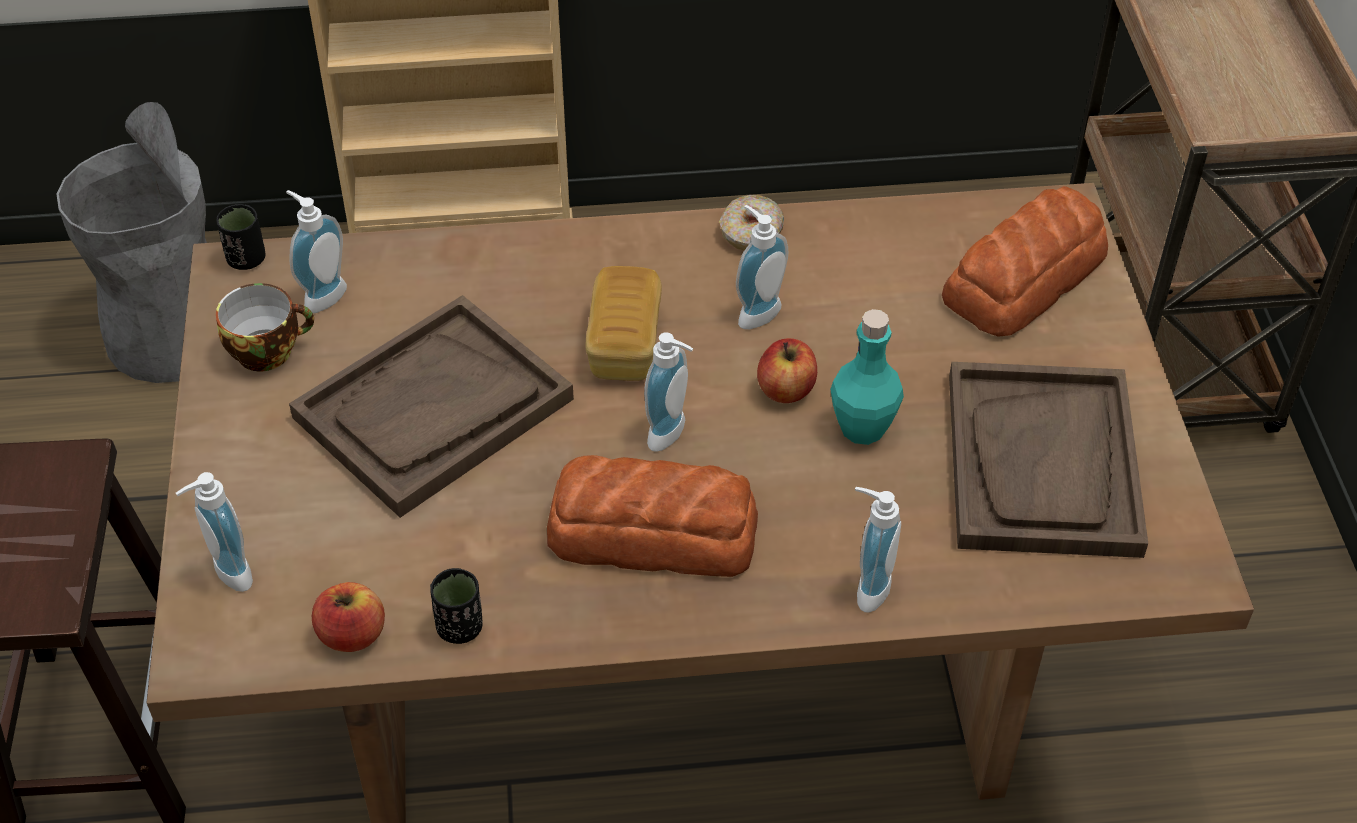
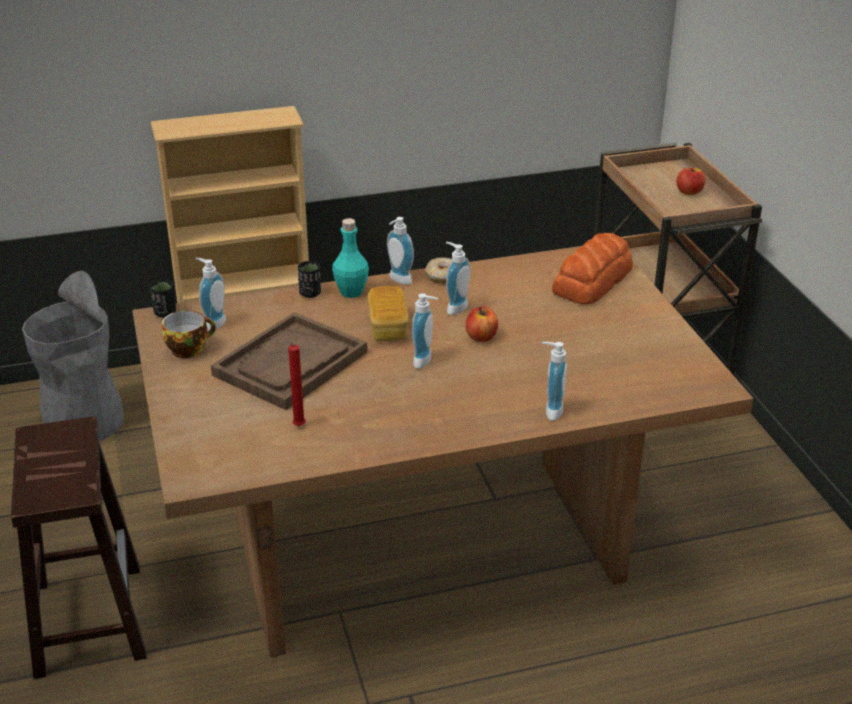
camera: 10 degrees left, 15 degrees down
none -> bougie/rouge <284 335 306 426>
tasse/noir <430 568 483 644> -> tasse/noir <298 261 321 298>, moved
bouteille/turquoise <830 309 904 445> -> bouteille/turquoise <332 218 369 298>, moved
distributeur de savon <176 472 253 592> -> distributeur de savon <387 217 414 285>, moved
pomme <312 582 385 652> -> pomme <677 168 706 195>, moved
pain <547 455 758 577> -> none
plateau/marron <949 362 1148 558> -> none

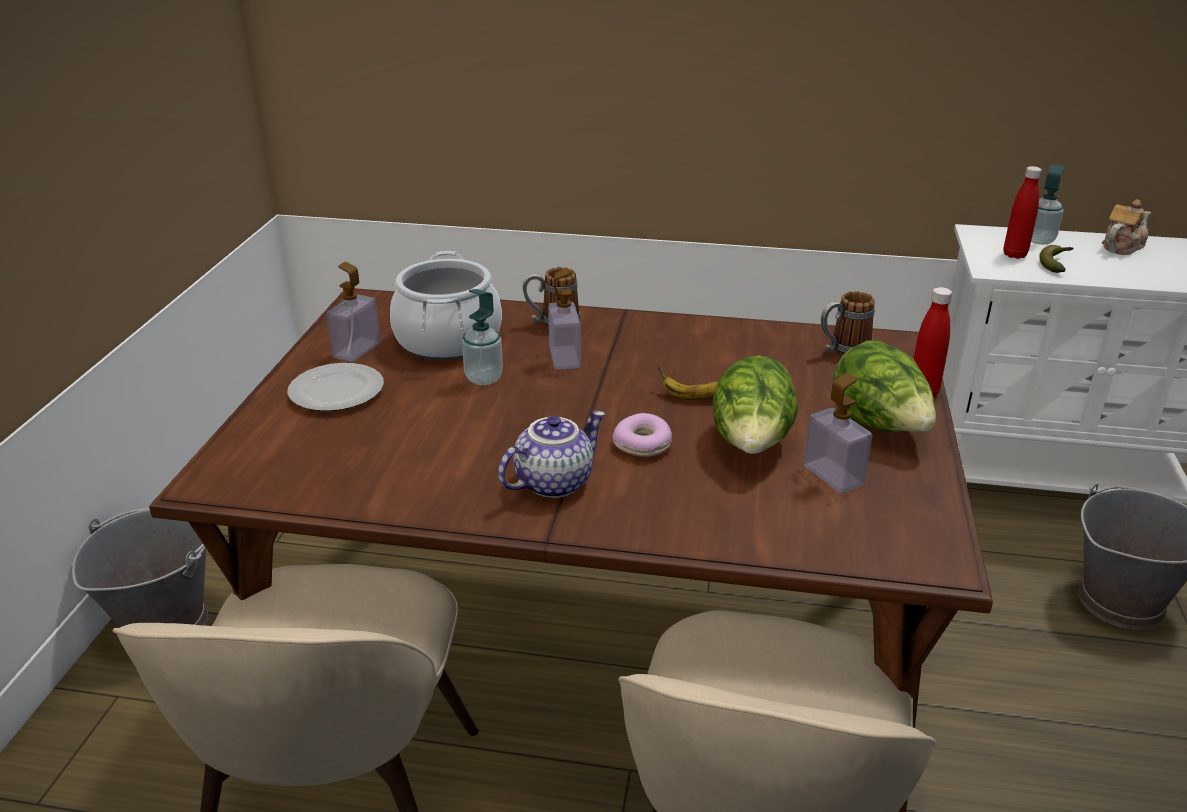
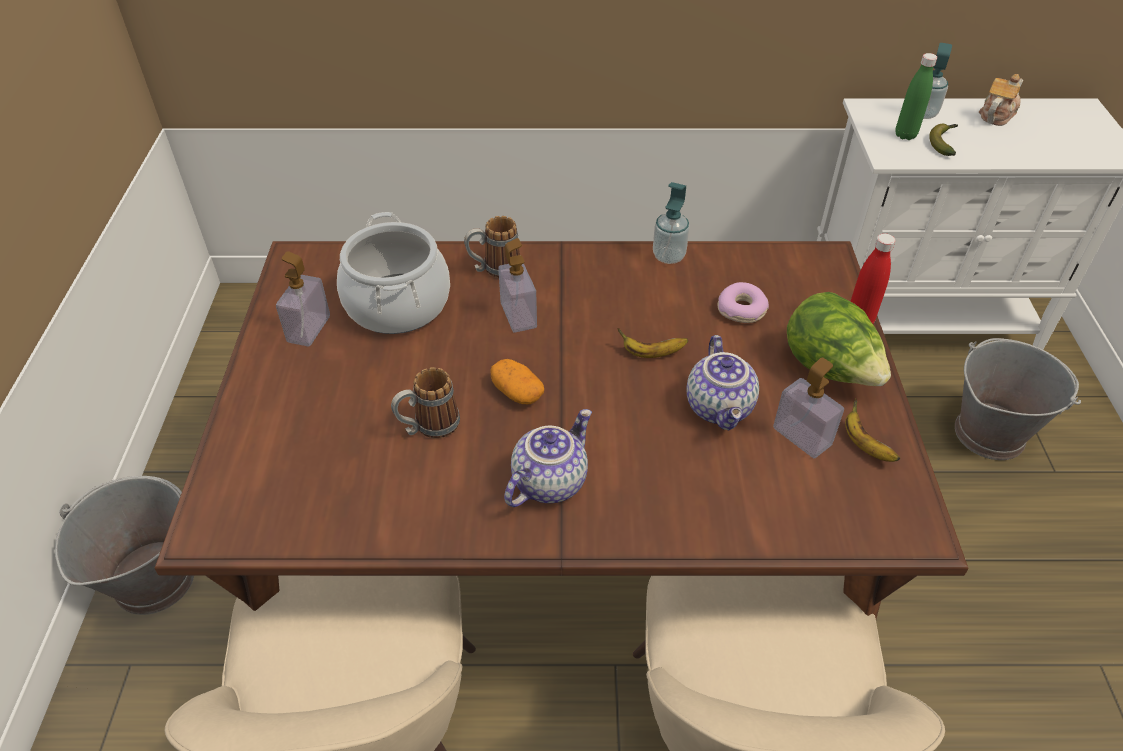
camera: 10 degrees left, 15 degrees up
mug <821 291 875 355> -> mug <391 367 460 438>, moved
none -> pomme de terre <491 359 544 404>
distributeur de savon <462 289 503 385> -> distributeur de savon <653 182 690 264>, moved
laitue <712 355 798 454> -> théière <687 335 759 430>
beignet <613 413 672 457> -> beignet <718 282 769 323>, moved
none -> banane <845 398 900 462>
bouteille/rouge <1003 166 1042 259> -> bouteille/vert <896 53 937 140>
assiette <287 363 384 411> -> none

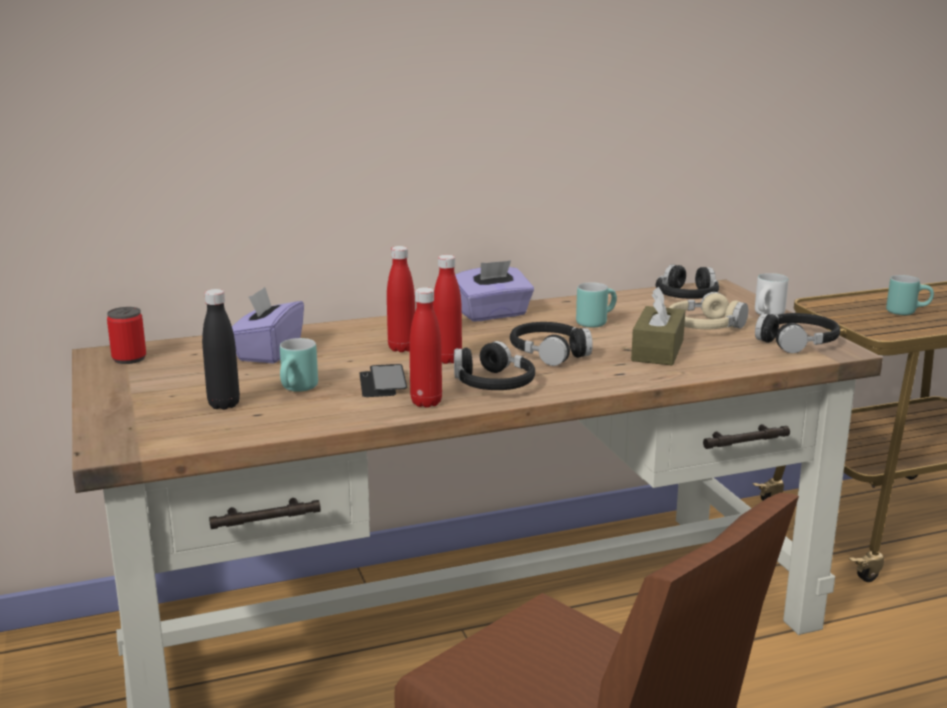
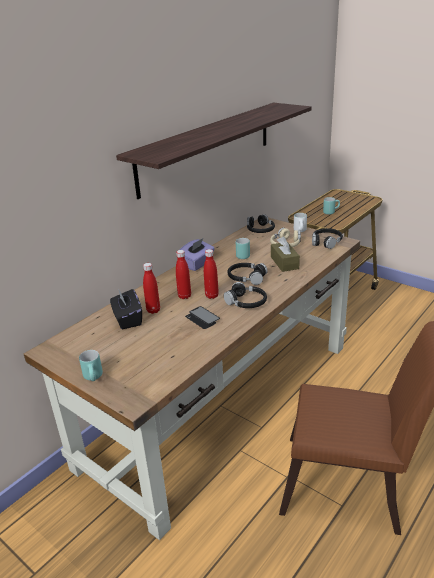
camera: 30 degrees left, 10 degrees up
mug/turquoise <280 338 318 392> -> mug/turquoise <79 350 103 381>, moved
boîte à mouchoirs/violet <232 287 304 364> -> boîte à mouchoirs/noir <110 289 142 329>
none -> étagère <116 103 312 199>
bouteille/rouge <409 287 442 408> -> bouteille/rouge <143 263 160 314>, moved
boîte métallique <107 307 146 364> -> none
bouteille/noir <202 289 240 410> -> none

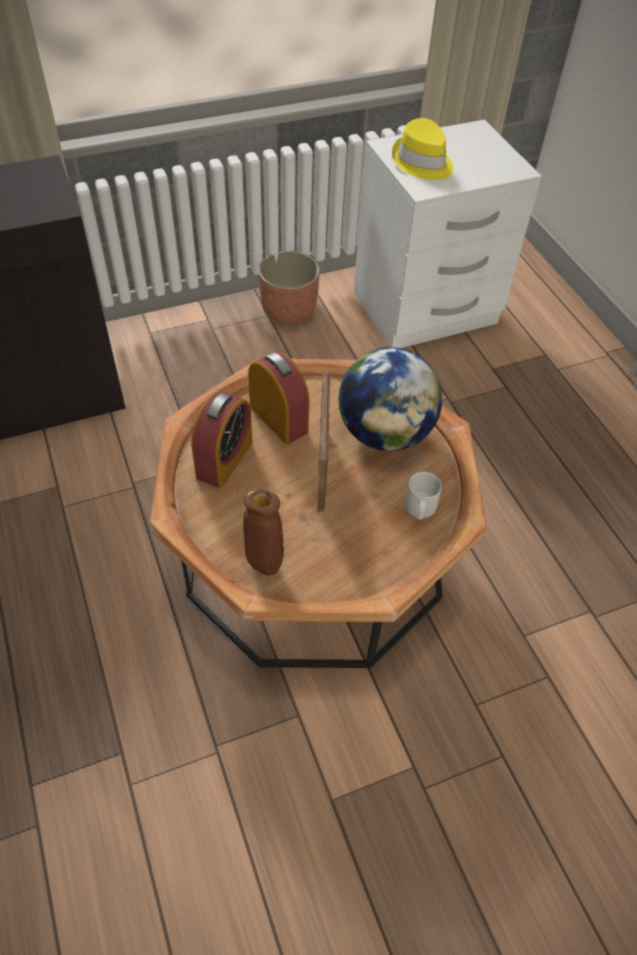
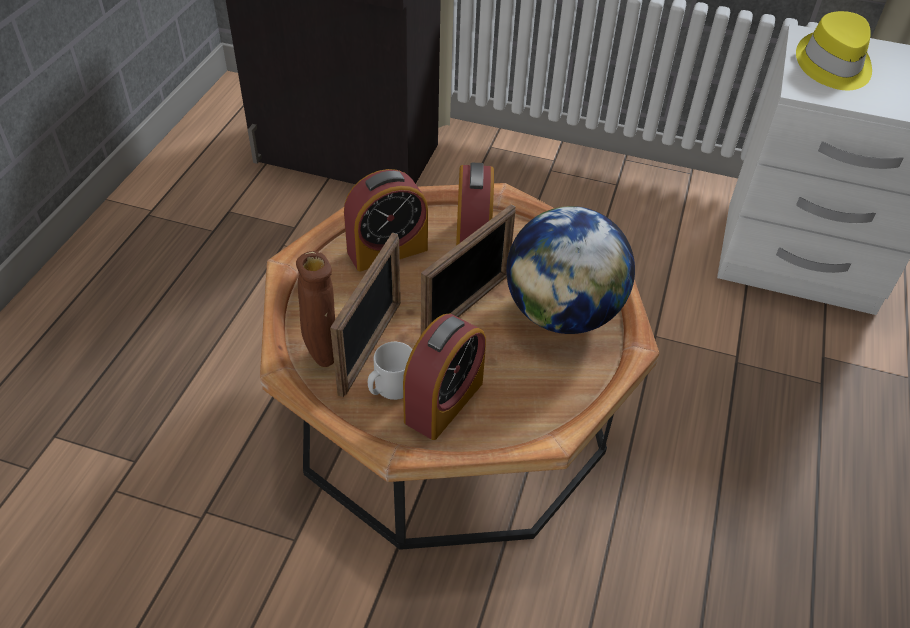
camera: 40 degrees right, 5 degrees down
none -> cadre photo <330 232 401 397>
mug/gris <405 472 442 520> -> mug/gris <368 342 412 400>, moved
none -> réveil <403 313 486 440>
cache-pot <258 251 320 325> -> none

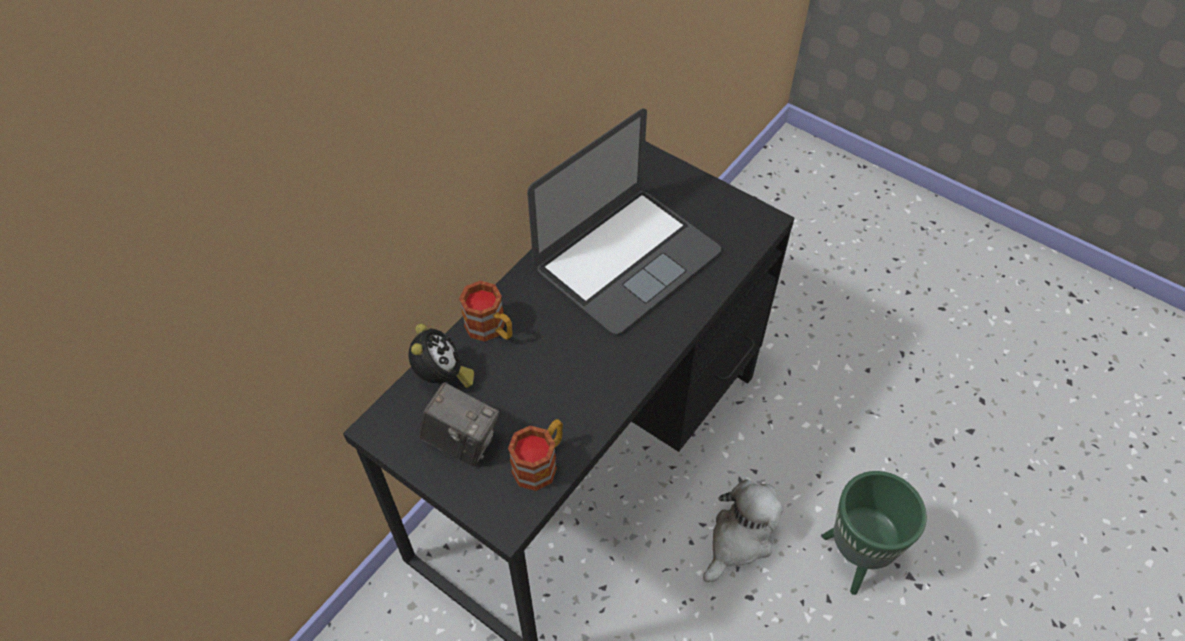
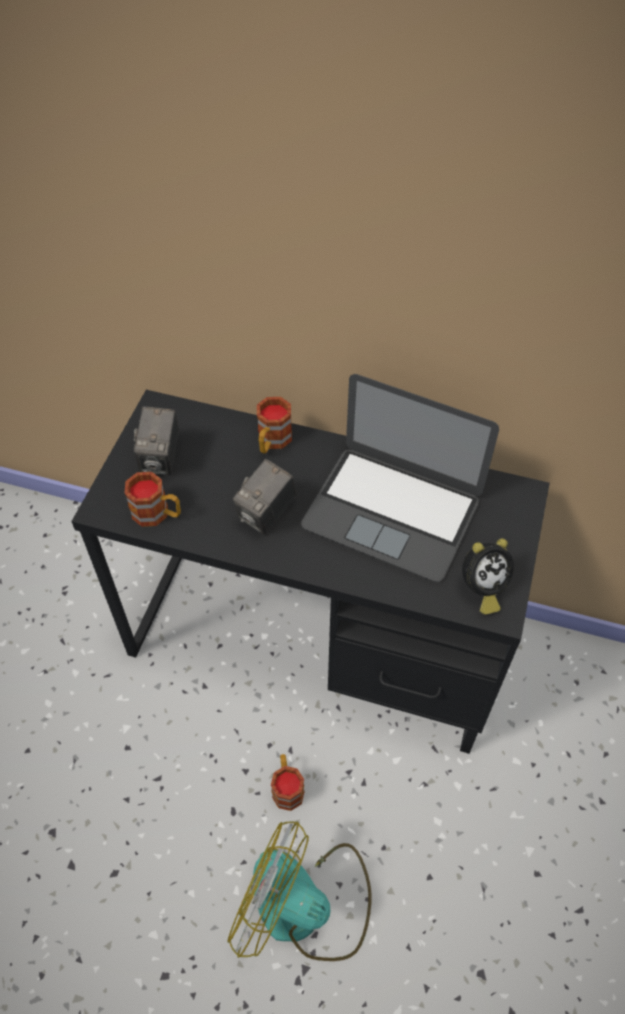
camera: 70 degrees right, 0 degrees up
cache-pot/vert <822 471 927 595> -> ventilateur <227 821 372 961>
none -> appareil photo <233 459 297 535>
peluche <703 479 783 582> -> mug <271 754 305 811>
réveil <409 323 474 388> -> réveil <462 538 514 615>, moved

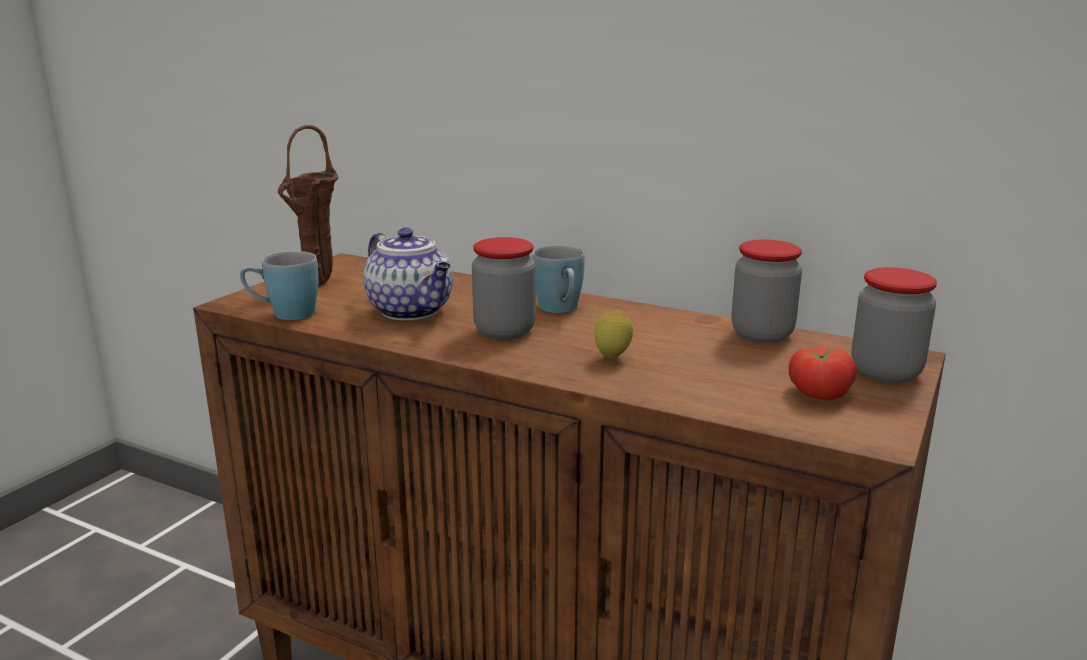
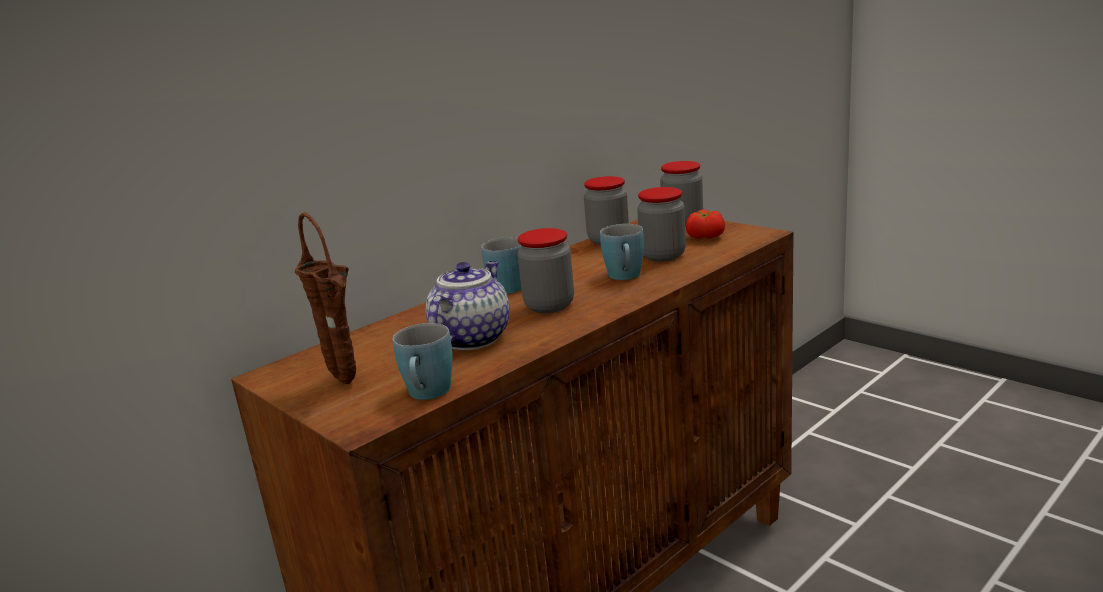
camera: 70 degrees left, 0 degrees up
théière <363 228 453 320> -> théière <425 261 510 350>, 45 degrees counterclockwise
citron <595 309 633 358> -> mug/bleu <600 224 644 280>
none -> bocal <637 187 686 262>

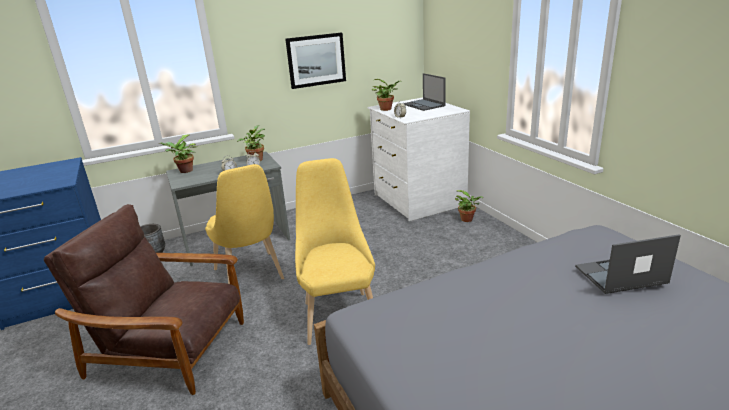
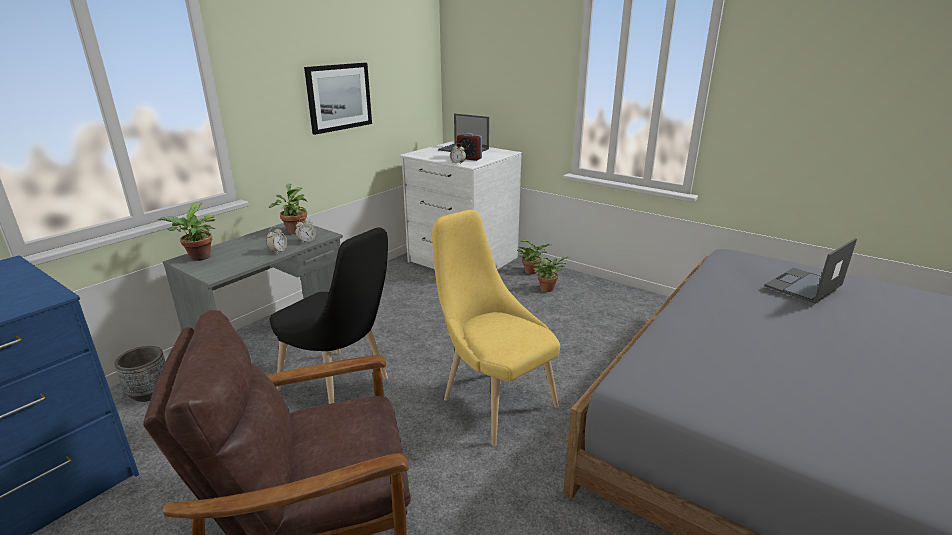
camera: 30 degrees left, 0 degrees up
chaise/jaune <205 164 284 284> -> chaise/noir <270 227 388 404>
none -> réveil <457 133 482 161>
plante en pot <372 79 402 111> -> plante en pot <533 256 570 292>, moved

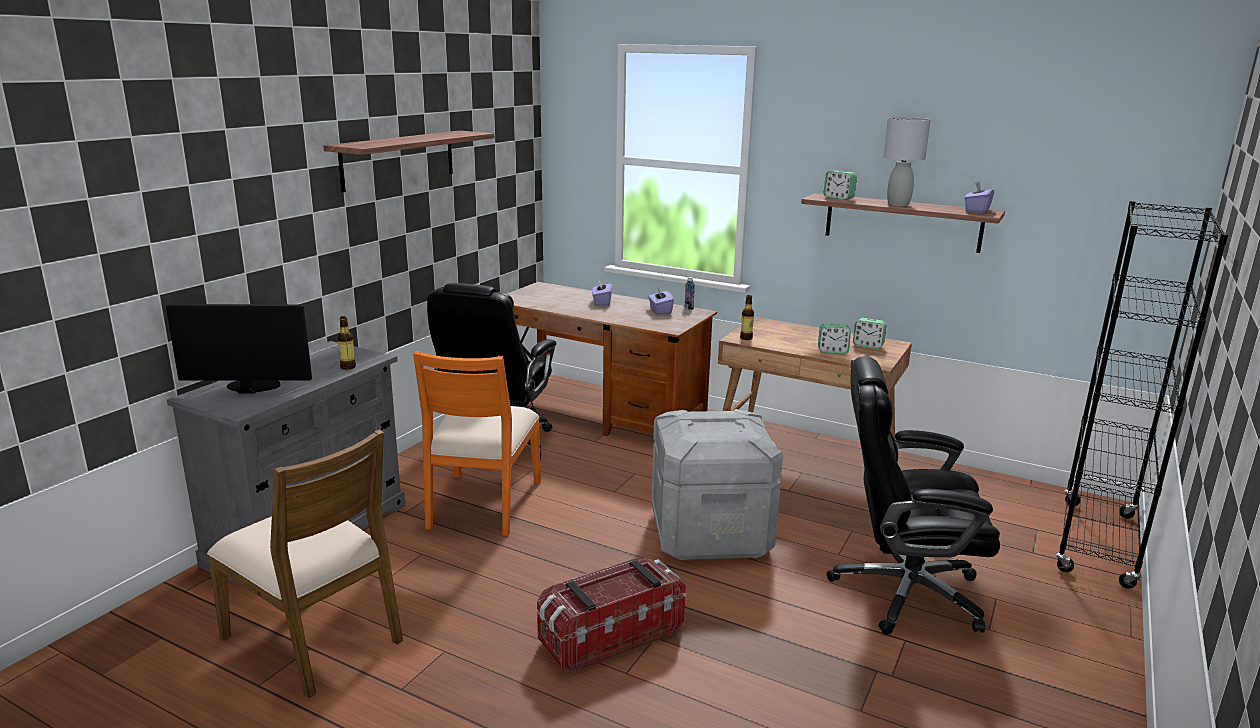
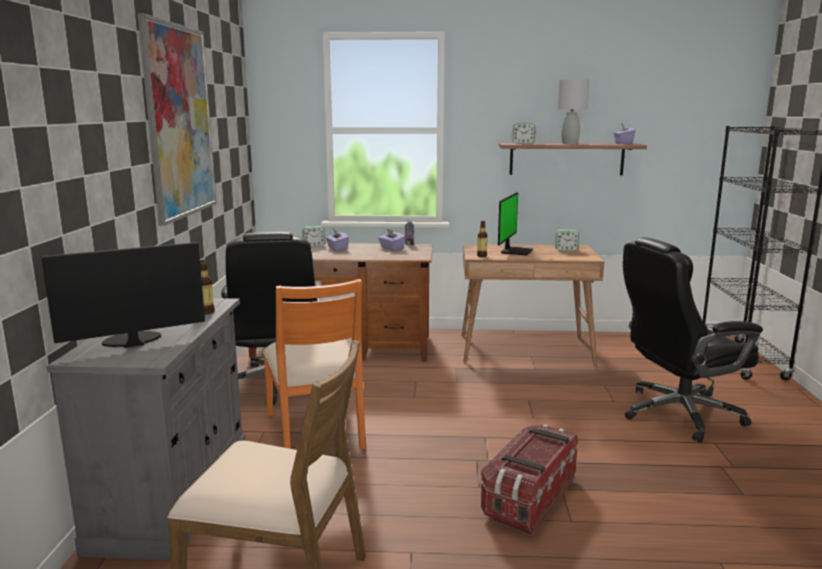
camera: 25 degrees left, 5 degrees down
étagère <323 131 494 193> -> tableau <137 13 217 226>
réveil <818 323 851 354> -> réveil <302 226 325 247>, moved
none -> écran d'ordinateur <498 192 533 255>
boîte de rangement/gris <651 409 783 560> -> none

